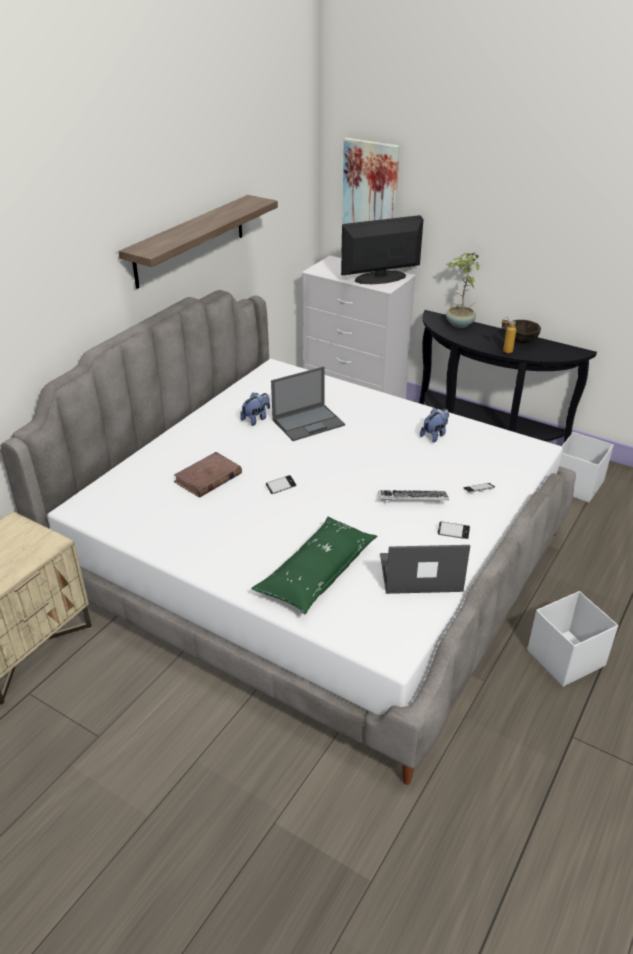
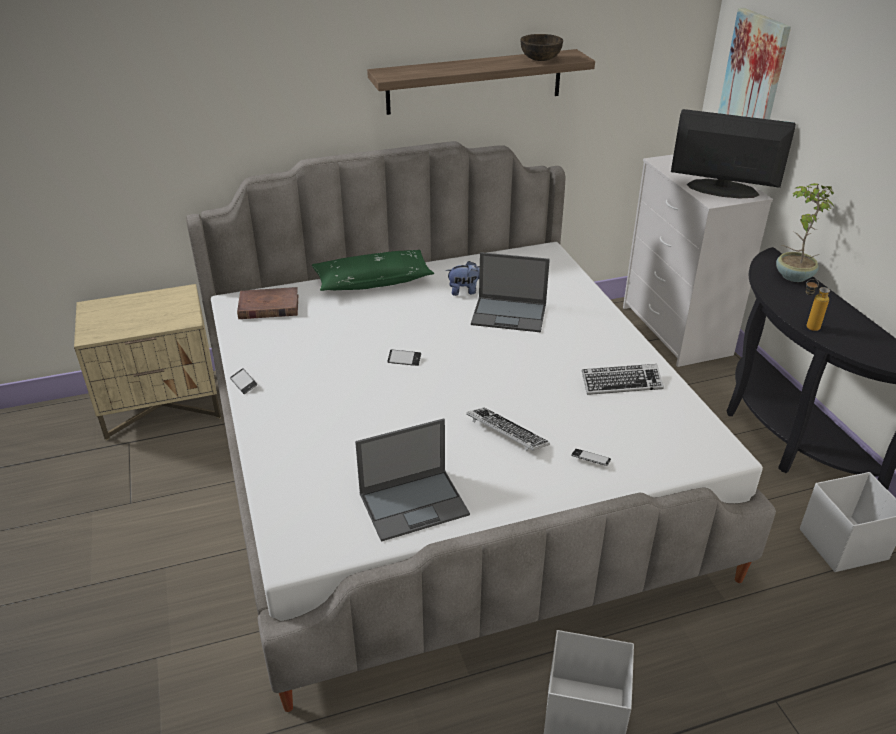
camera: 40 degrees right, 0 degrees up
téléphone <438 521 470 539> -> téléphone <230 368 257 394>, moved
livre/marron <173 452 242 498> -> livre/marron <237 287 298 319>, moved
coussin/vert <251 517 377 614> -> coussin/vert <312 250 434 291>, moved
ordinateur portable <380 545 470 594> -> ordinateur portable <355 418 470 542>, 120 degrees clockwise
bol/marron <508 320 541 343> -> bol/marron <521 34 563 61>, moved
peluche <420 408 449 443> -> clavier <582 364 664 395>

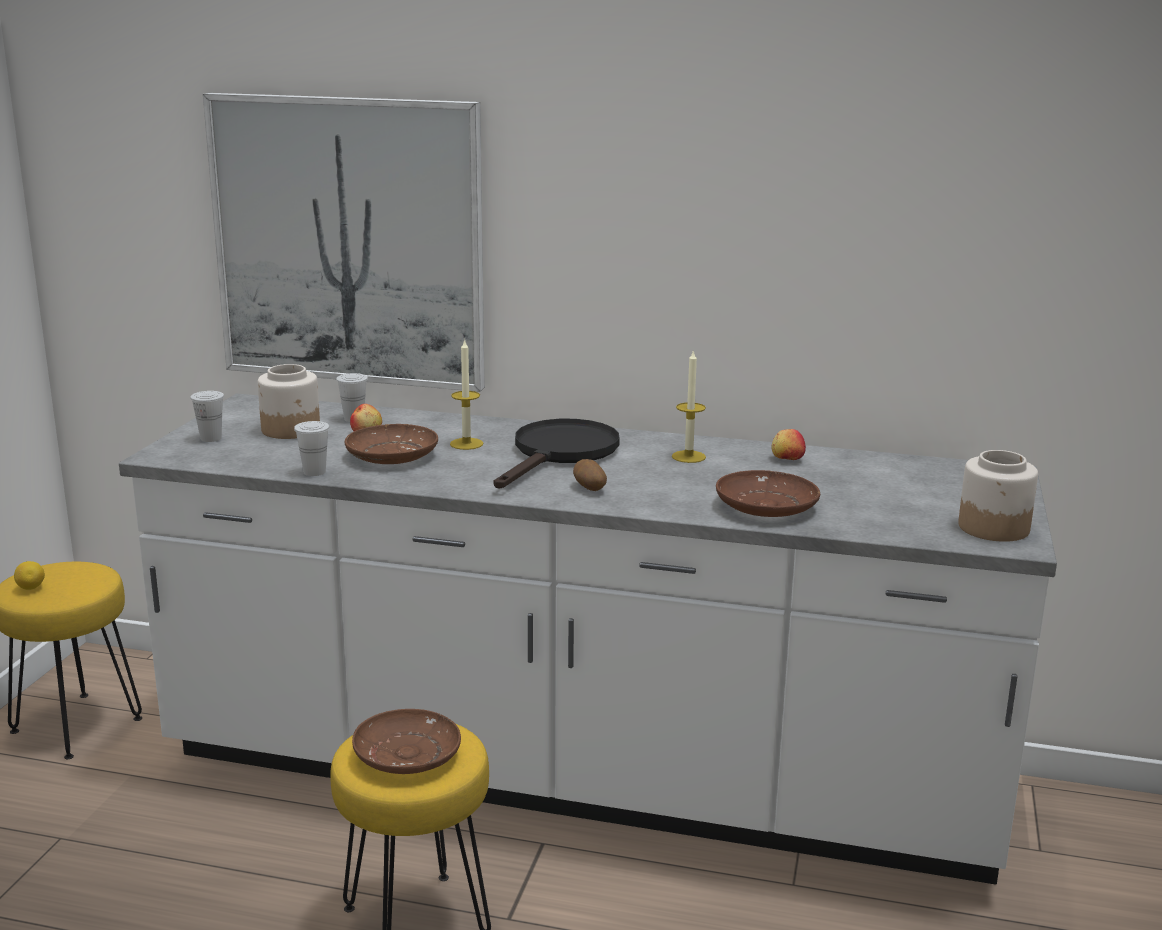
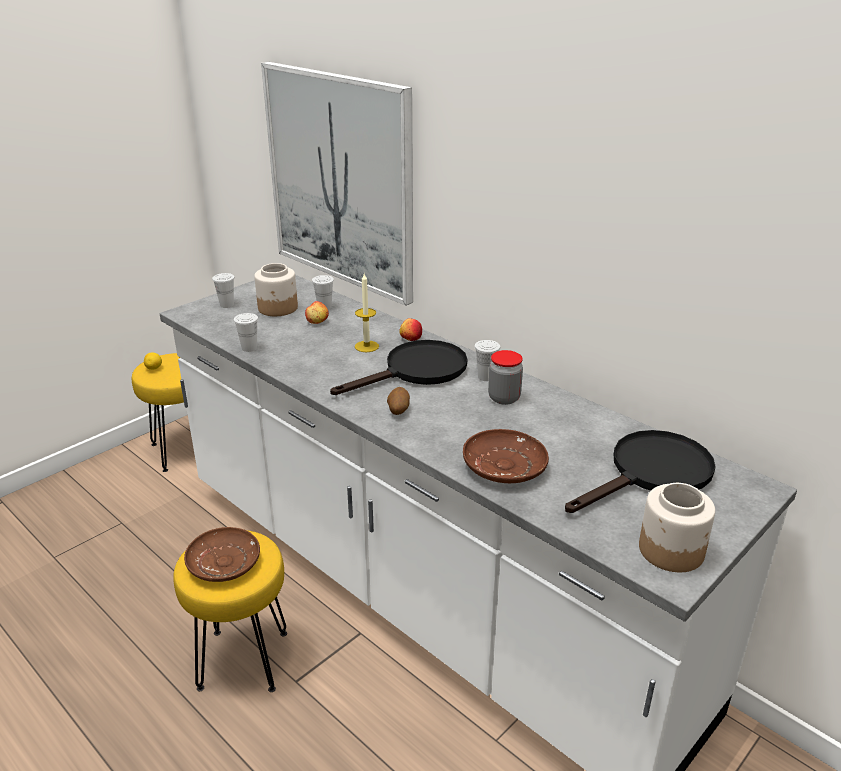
camera: 30 degrees right, 10 degrees up
pomme <772 429 806 460> -> pomme <399 318 422 341>, moved
none -> tasse/blanc <474 340 500 381>
bougie <672 349 706 463> -> bocal <488 350 523 405>
none -> poêle/noir <565 430 716 513>
assiette/marron <345 424 438 464> -> none

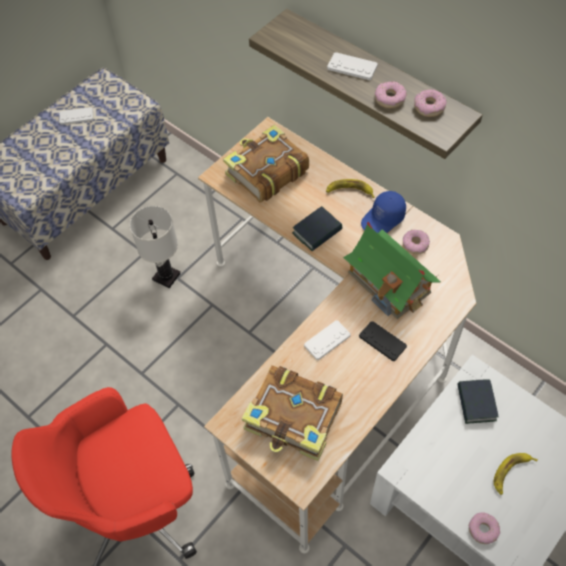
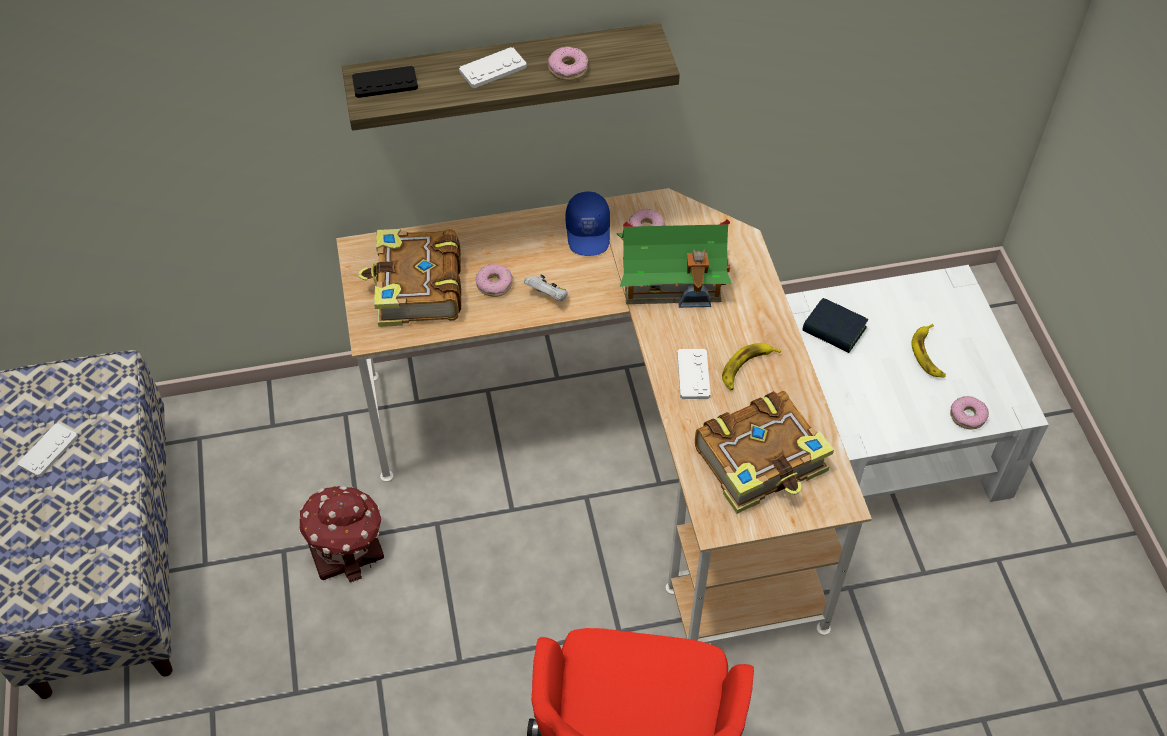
camera: 55 degrees left, 5 degrees down
lampe de table/blanc <130 206 181 288> -> maison miniature <299 486 384 583>
manette/noir <359 321 407 361> -> manette/noir <352 66 418 98>, moved
beignet <414 89 447 117> -> beignet <476 264 512 297>, moved
livre <292 206 342 251> -> manette/blanc <524 275 568 301>
banane <326 179 374 198> -> banane <722 343 781 390>, moved

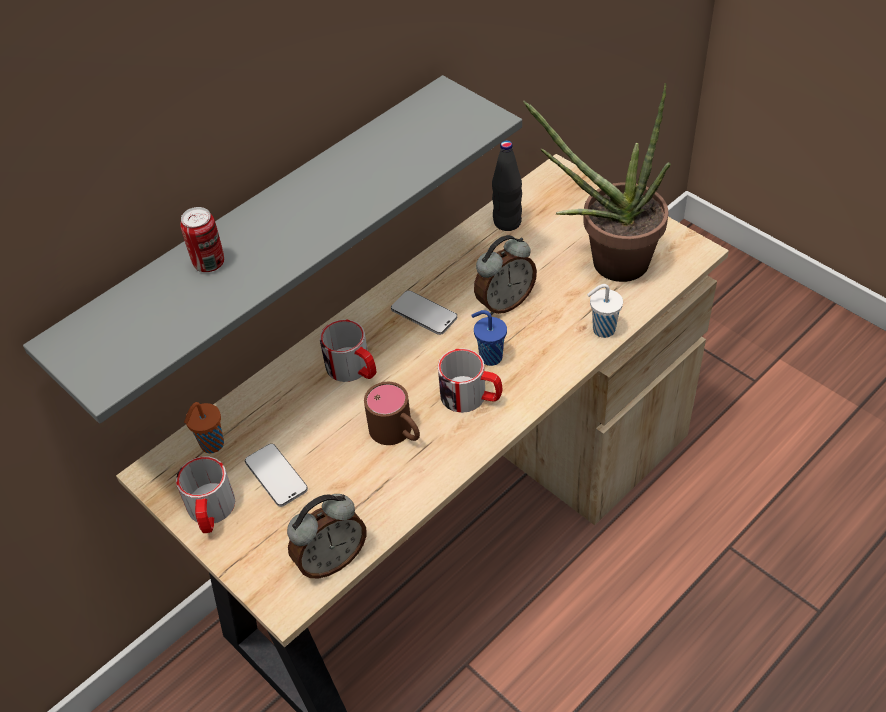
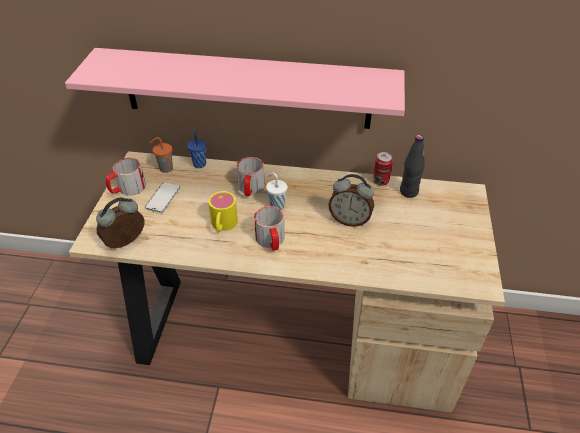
camera: 50 degrees right, 5 degrees down
étagère/gris <23 75 522 424> -> étagère/rose <65 48 405 129>
réveil <287 494 367 578> -> réveil <96 198 144 248>, 120 degrees clockwise
tasse/bleu <471 310 507 366> -> tasse/bleu <187 131 207 168>, moved
mug/marron <364 382 420 445> -> mug/jaune <208 191 238 232>
tasse/blanc <587 284 623 338> -> tasse/blanc <266 173 287 210>, moved
boîte métallique <180 207 224 272> -> boîte métallique <373 152 393 186>, moved
téléphone <391 290 457 335> -> none
plante en pot <523 83 671 282> -> none

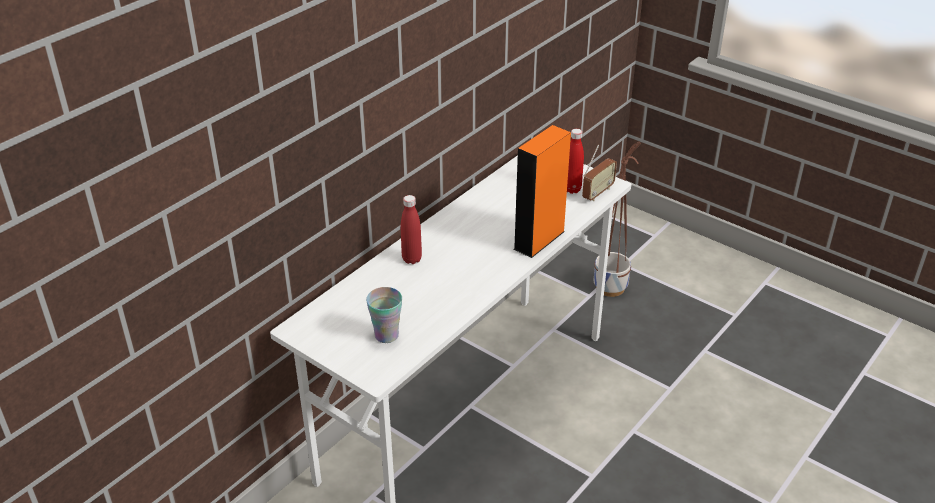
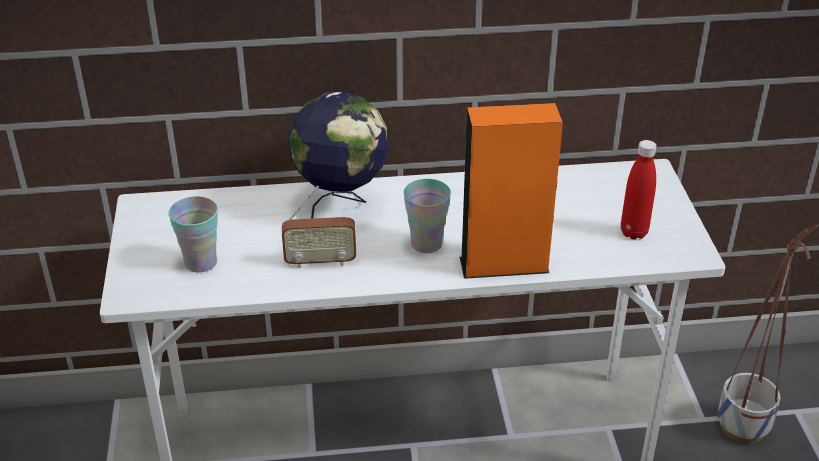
camera: 45 degrees right, 0 degrees up
radio <582 145 617 201> -> radio <282 185 356 268>, moved
bouteille/rouge <401 195 422 264> -> globe <288 92 389 219>
none -> tasse <404 179 451 253>

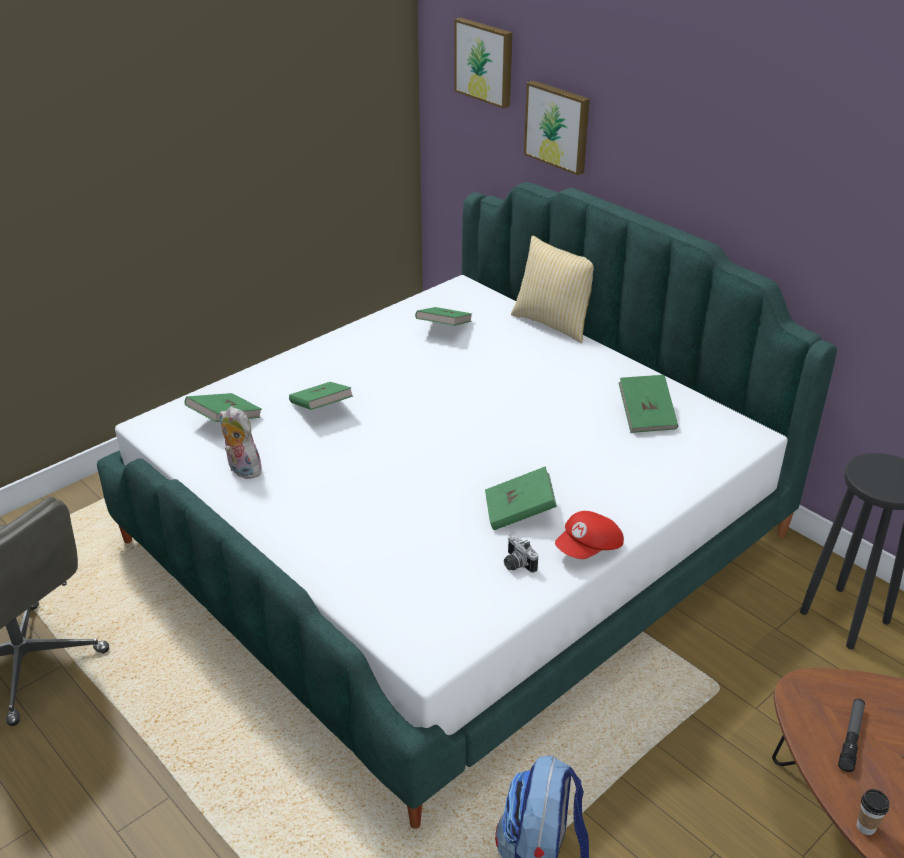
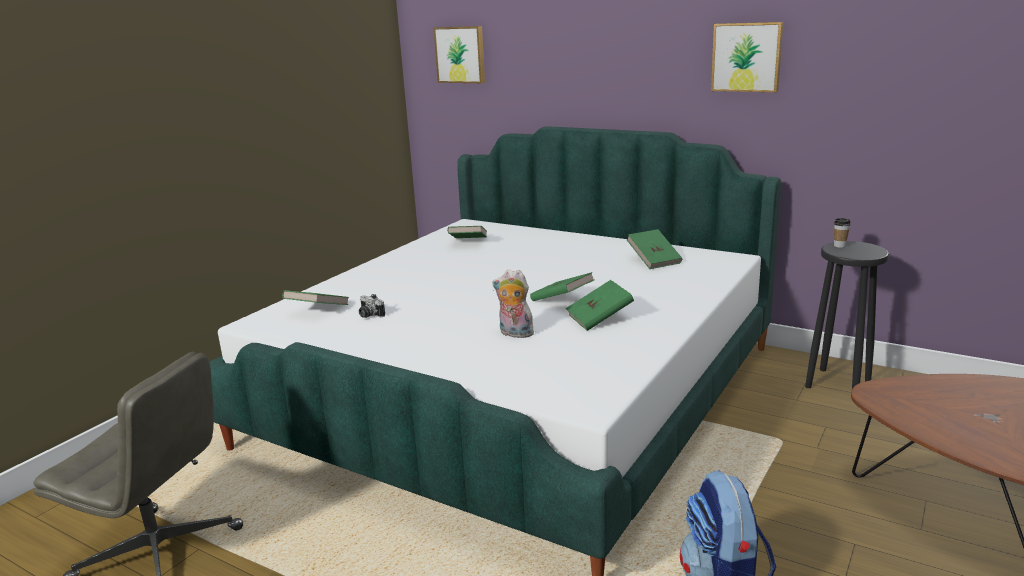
camera: 15 degrees left, 15 degrees down
appareil photo <504 534 538 573> -> appareil photo <359 294 385 318>, moved
peluche <220 407 266 479> -> peluche <492 269 536 338>, moved
livre/vert <289 382 353 410> -> livre/vert <530 272 595 301>, moved
tableau <524 81 590 175> -> tableau <711 22 784 92>, moved
tasse <857 789 889 835> -> tasse <834 218 851 248>, moved
coussin <511 236 594 343> -> none
casquette/rouge <555 511 624 559> -> none
lampe de poche <838 699 865 772> -> none

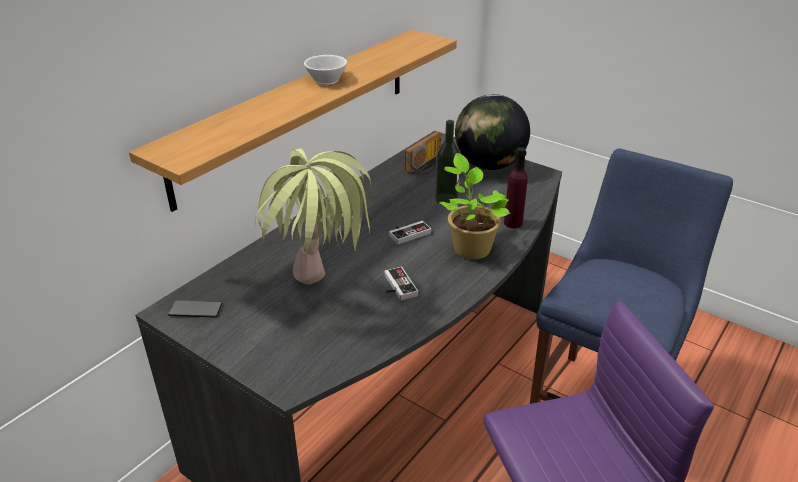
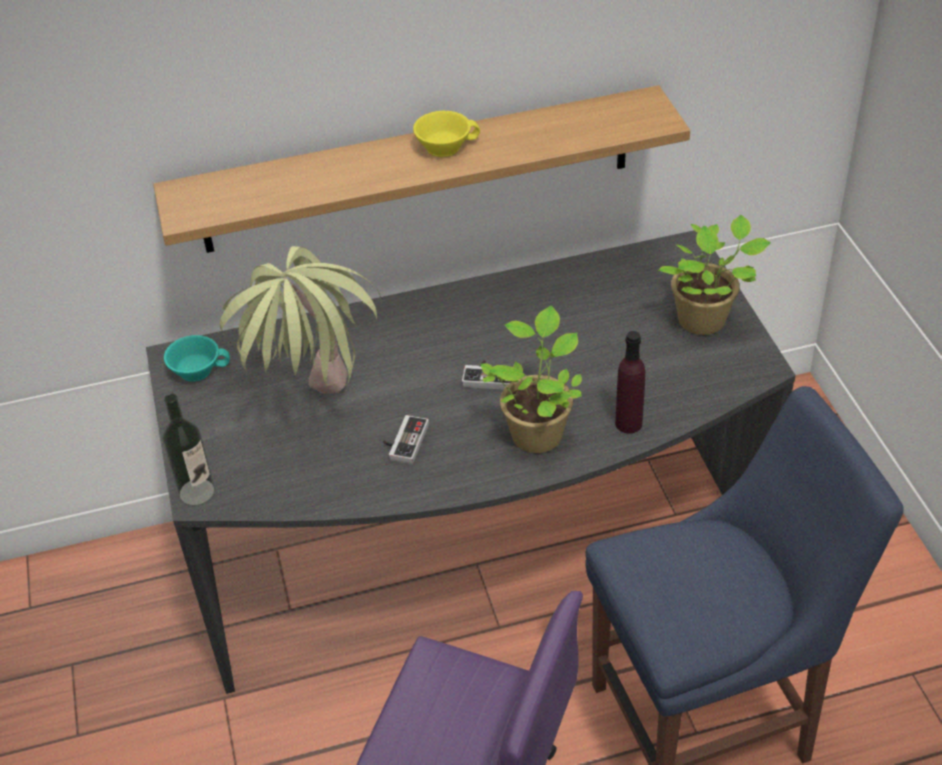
camera: 40 degrees right, 10 degrees up
bouteille <435 120 461 204> -> bouteille <163 394 215 506>, moved
téléphone <168 300 222 318> -> tasse/turquoise <164 335 230 382>
tasse/blanc <304 55 347 85> -> tasse/jaune <413 111 480 157>
globe <455 94 530 170> -> plante en pot <658 215 771 335>
radio <405 131 442 173> -> none

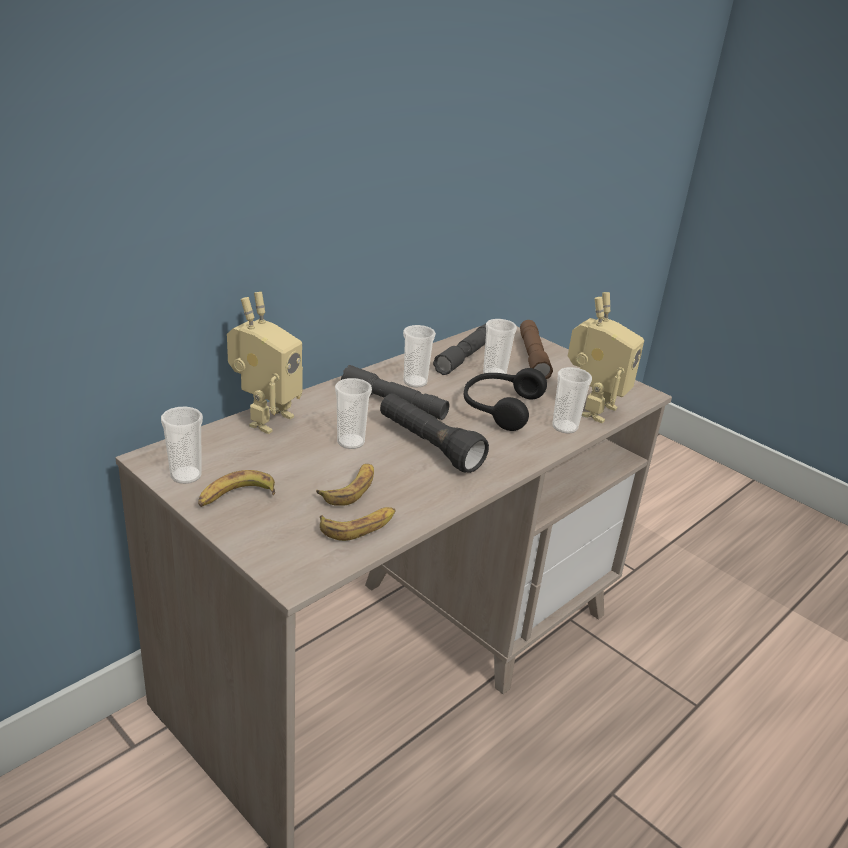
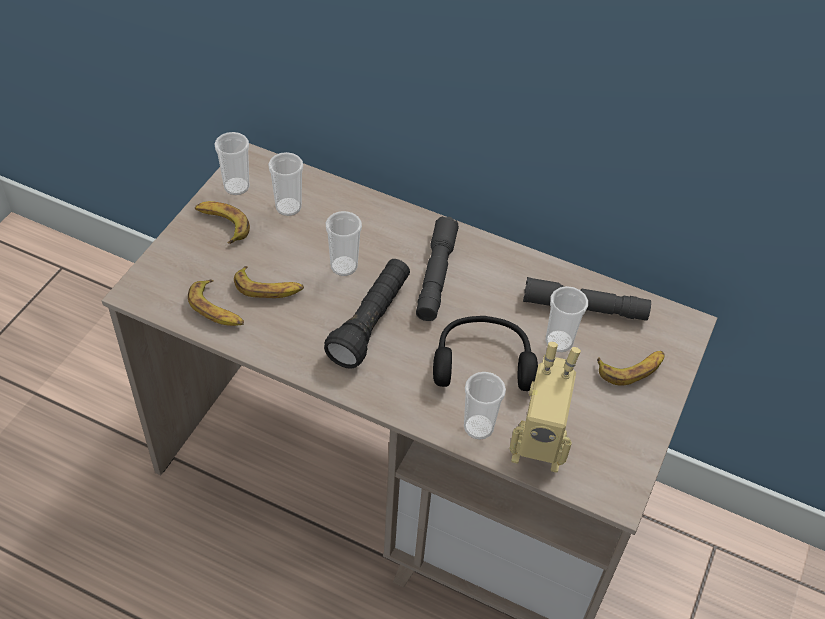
camera: 70 degrees right, 20 degrees up
tasse <403 325 436 387> -> tasse <268 152 303 216>, moved
lampe de poche/marron <520 320 553 379> -> banane <597 351 665 386>
robot jouet <227 292 303 434> -> none

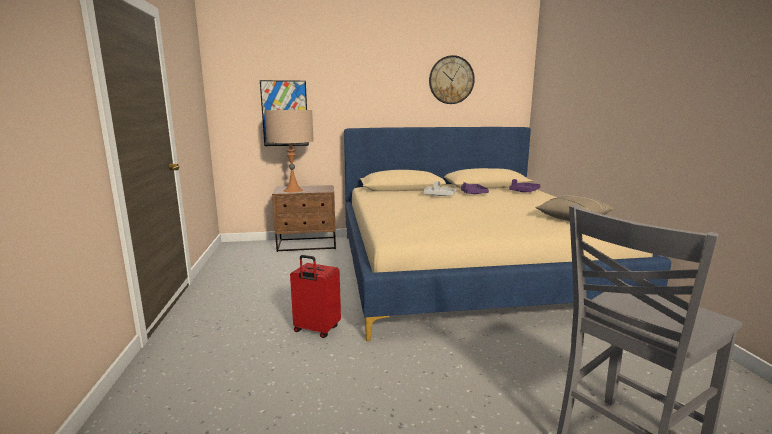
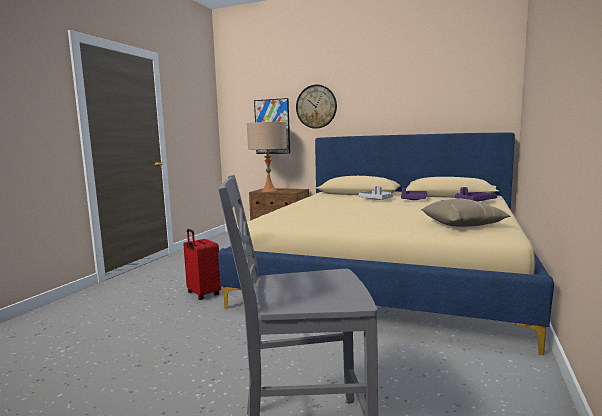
camera: 30 degrees right, 5 degrees down
horloge murale <429 55 475 104> -> horloge murale <296 85 337 128>, moved

